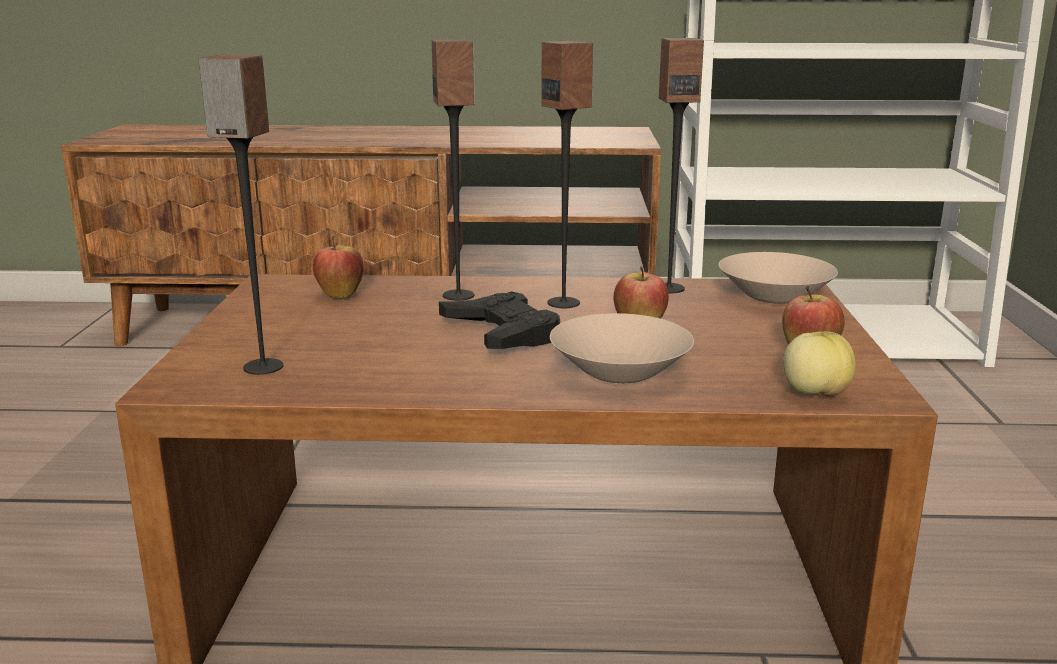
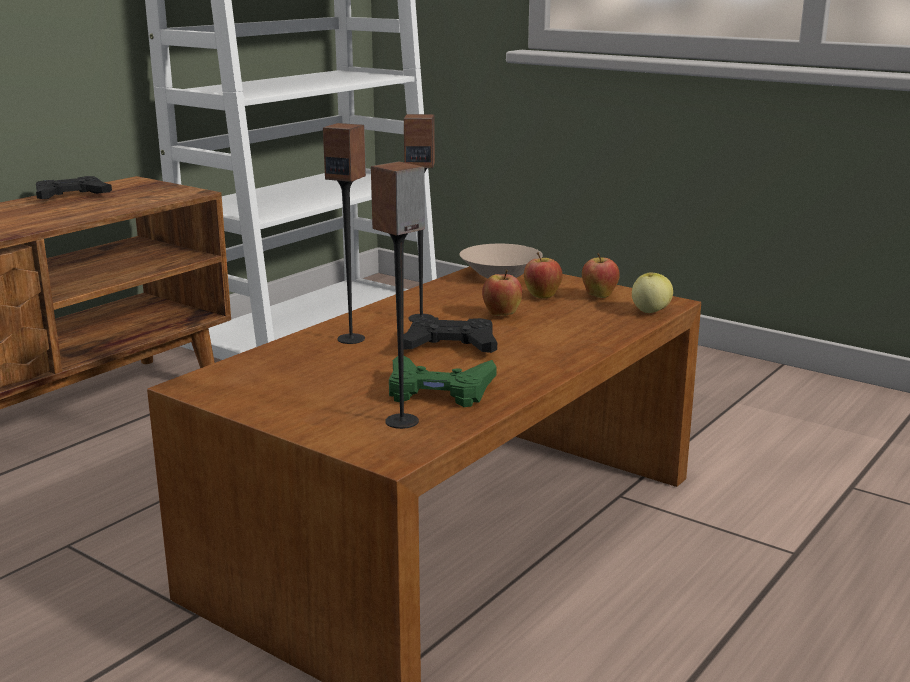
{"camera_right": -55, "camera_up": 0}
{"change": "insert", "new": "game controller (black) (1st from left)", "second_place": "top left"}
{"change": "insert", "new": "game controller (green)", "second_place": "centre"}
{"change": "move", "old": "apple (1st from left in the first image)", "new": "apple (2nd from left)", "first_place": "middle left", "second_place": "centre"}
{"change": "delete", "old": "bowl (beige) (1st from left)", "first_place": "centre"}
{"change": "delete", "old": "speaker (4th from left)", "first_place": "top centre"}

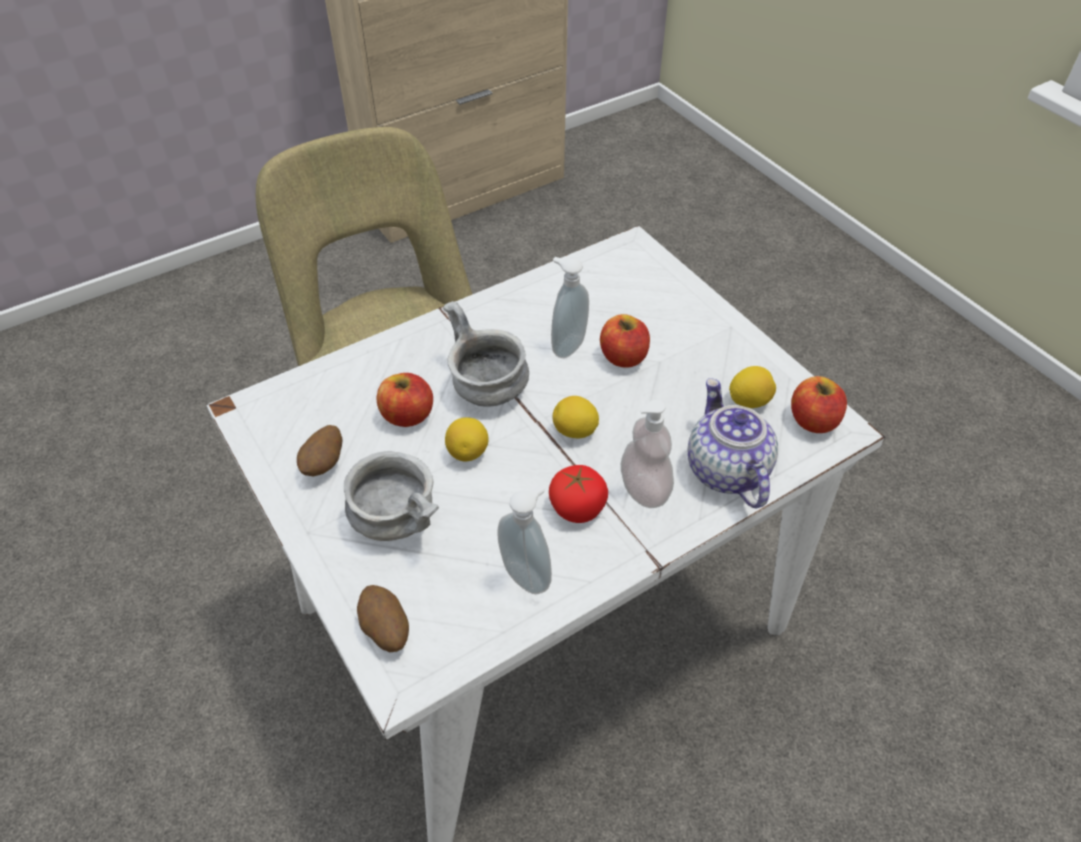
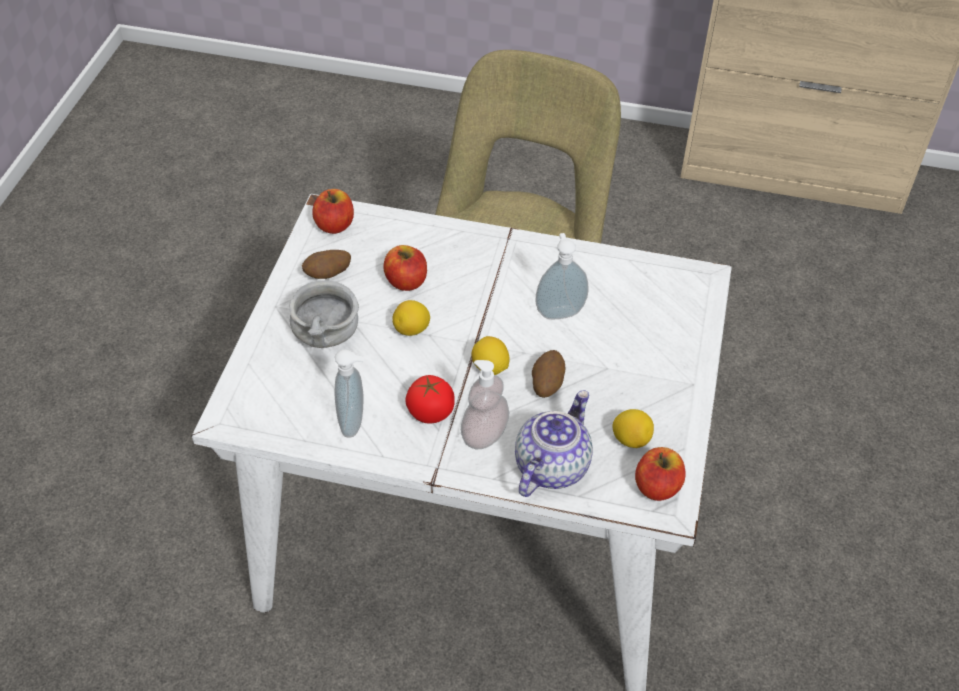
{"camera_right": 45, "camera_up": 0}
{"change": "move", "old": "apple (2nd from left in the first image)", "new": "apple (1st from left)", "first_place": "centre", "second_place": "top centre"}
{"change": "move", "old": "potato (2nd from left)", "first_place": "bottom centre", "second_place": "centre"}
{"change": "delete", "old": "bowl (grey) (2nd from left)", "first_place": "centre"}

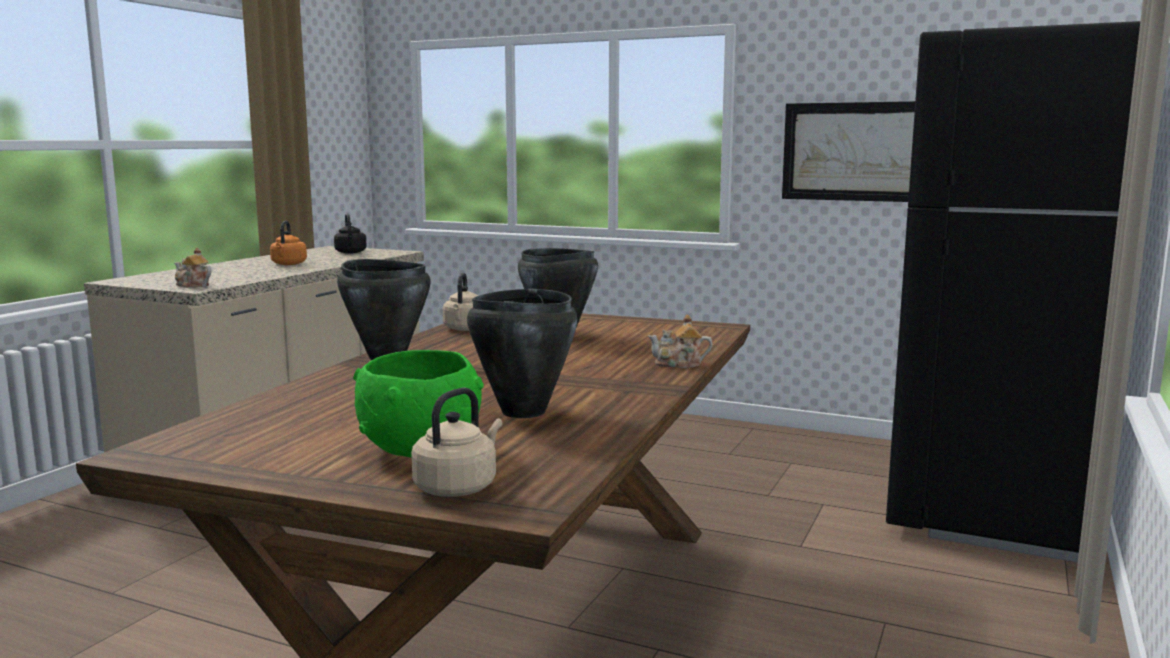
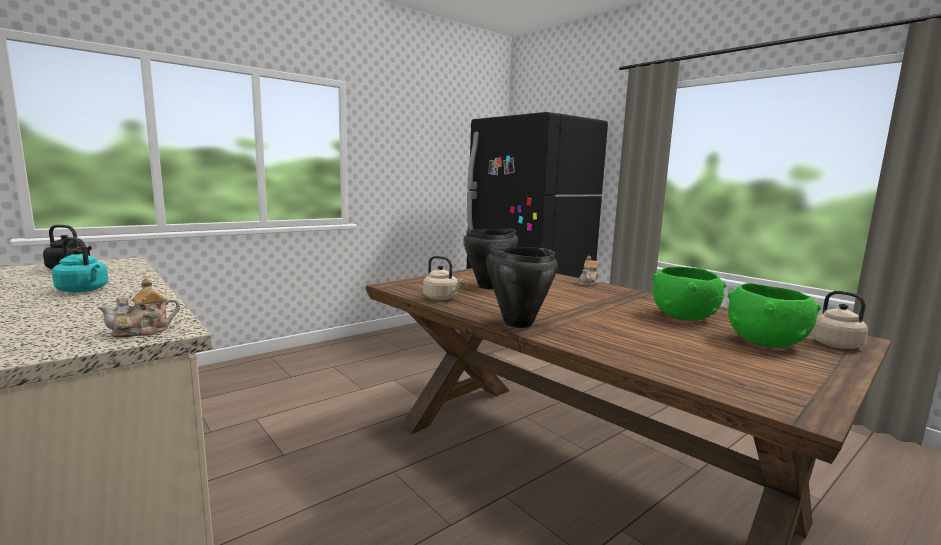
{"camera_right": -65, "camera_up": 0}
{"change": "recolor", "old": "kettle (orange)", "new": "kettle (turquoise)", "first_place": "middle left", "second_place": "middle left"}
{"change": "replace", "old": "cooking pot (black) (2nd from left)", "new": "bowl (green) (1st from left)", "first_place": "centre", "second_place": "middle right"}
{"change": "delete", "old": "picture", "first_place": "top right"}

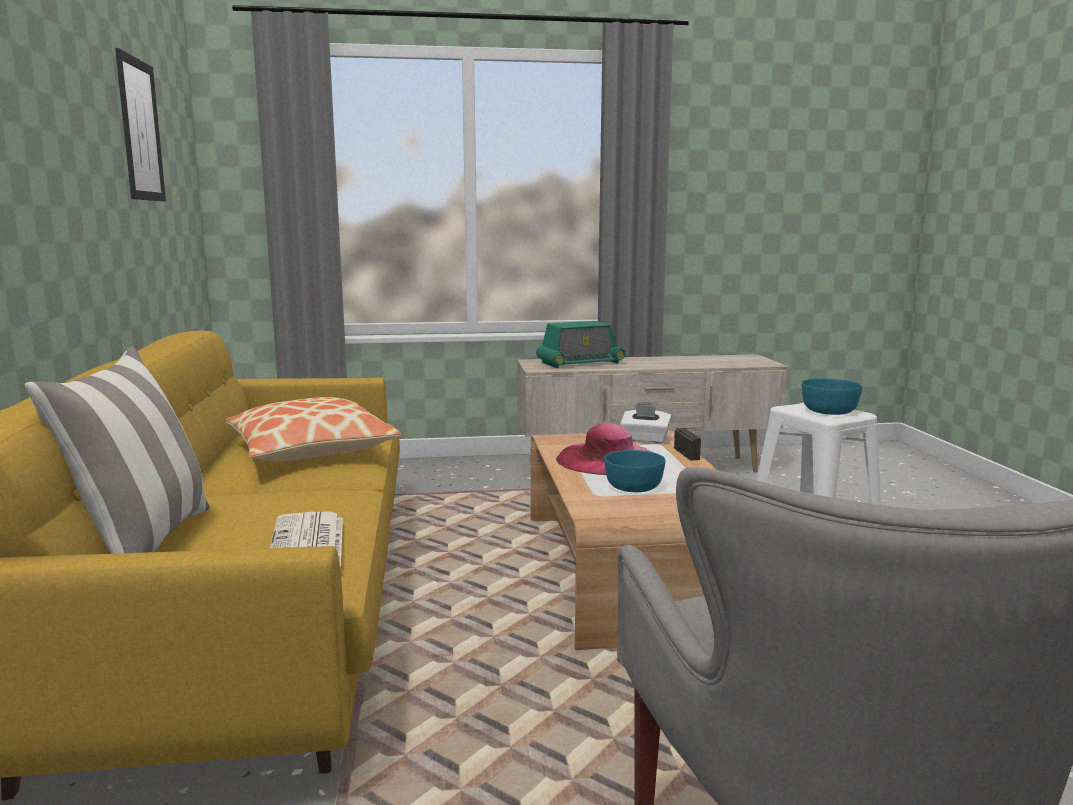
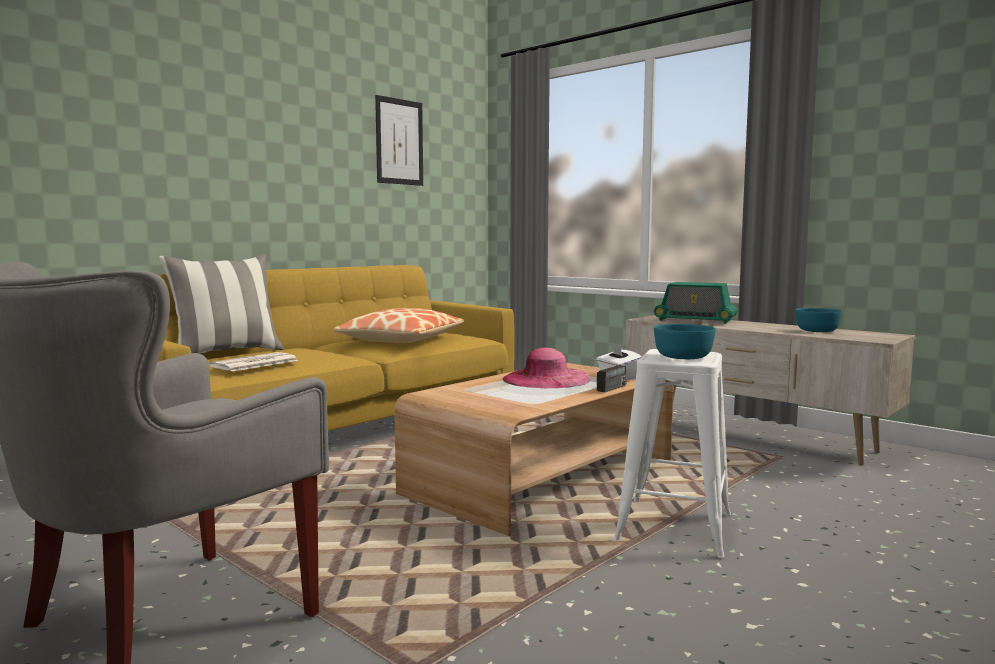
{"camera_right": 50, "camera_up": -5}
{"change": "move", "old": "bowl (turquoise) (1st from left in the first image)", "new": "bowl (turquoise) (2nd from left)", "first_place": "centre", "second_place": "middle right"}

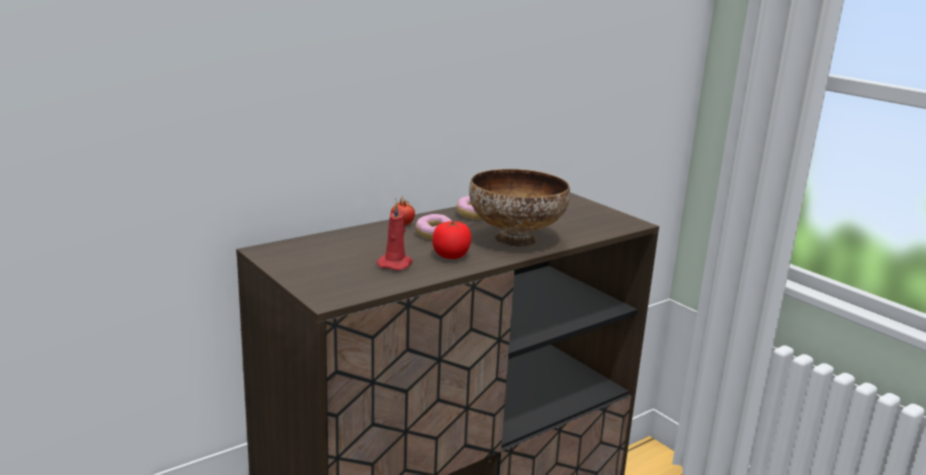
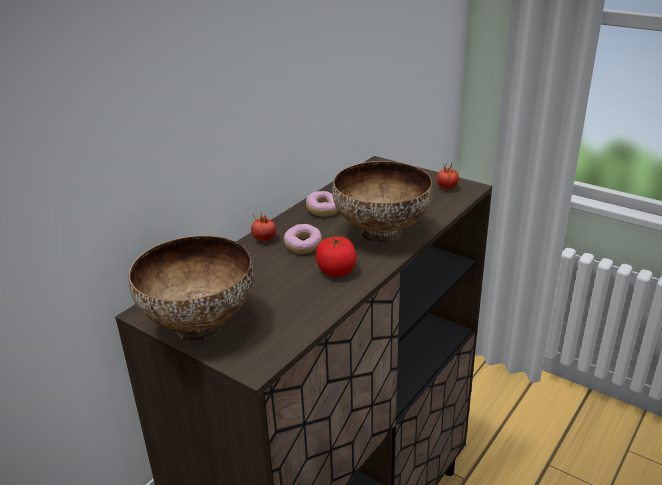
{"camera_right": -15, "camera_up": 10}
{"change": "insert", "new": "bowl (1st from left)", "second_place": "middle left"}
{"change": "insert", "new": "tomato (3rd from left)", "second_place": "middle right"}
{"change": "delete", "old": "candle (red)", "first_place": "centre"}

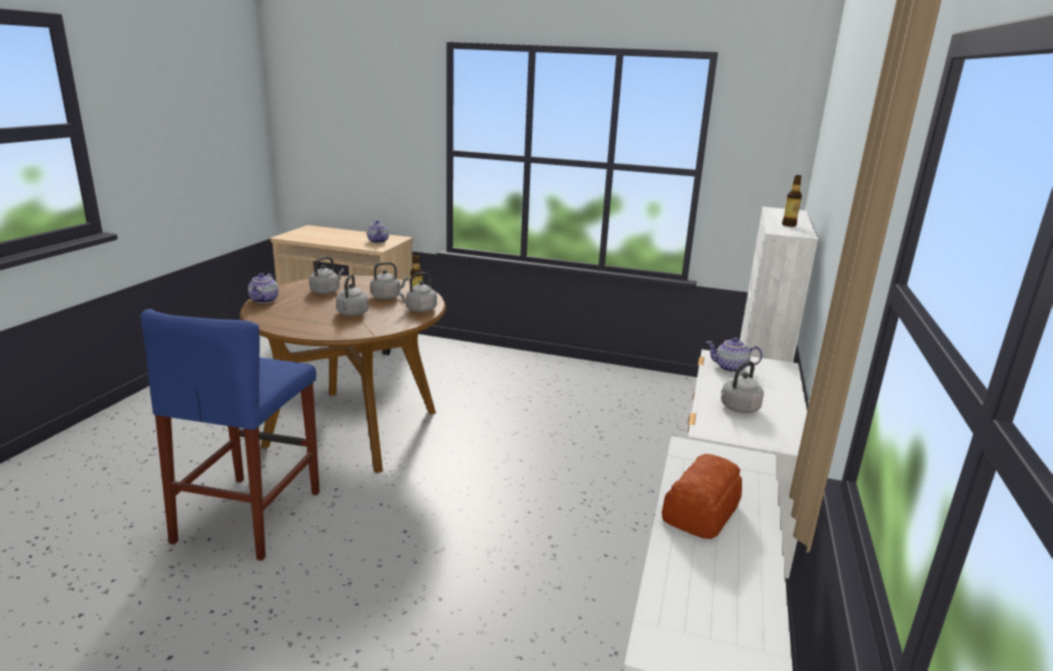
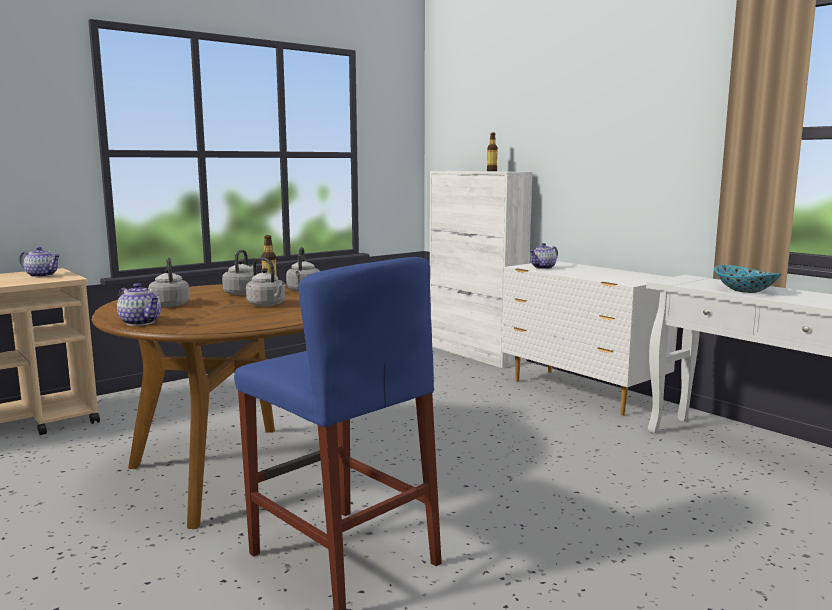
{"camera_right": -55, "camera_up": -10}
{"change": "replace", "old": "bread", "new": "bowl", "first_place": "bottom right", "second_place": "middle right"}
{"change": "delete", "old": "kettle (grey) (5th from left)", "first_place": "middle right"}

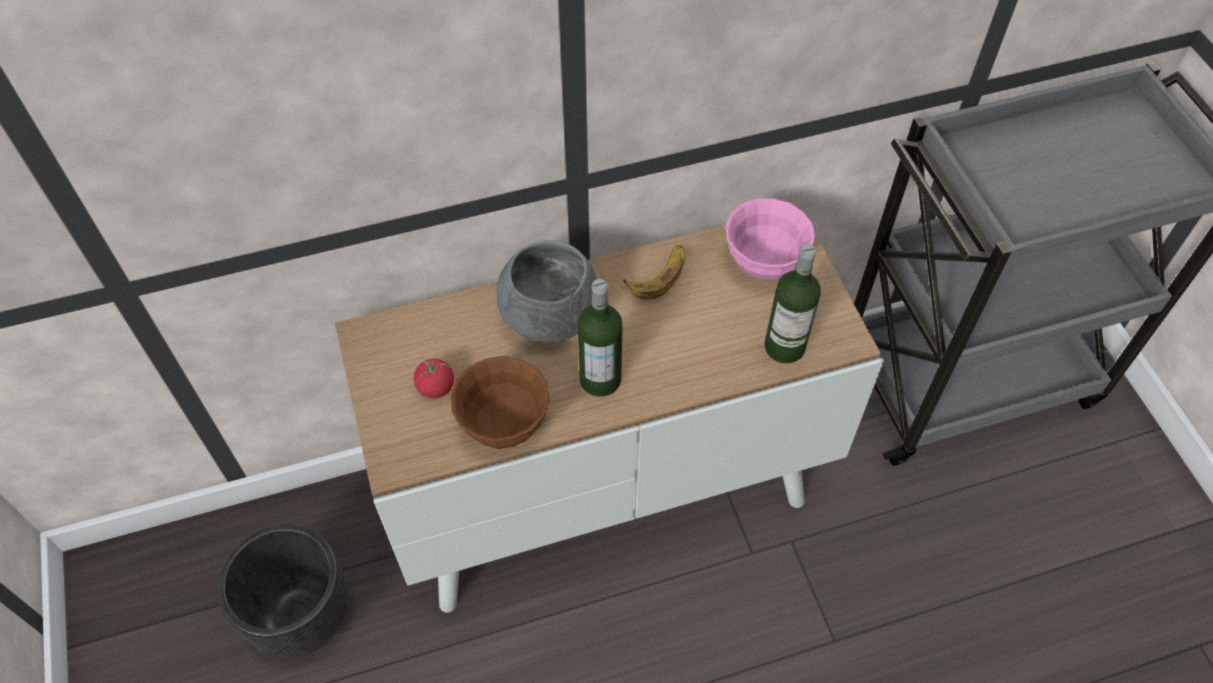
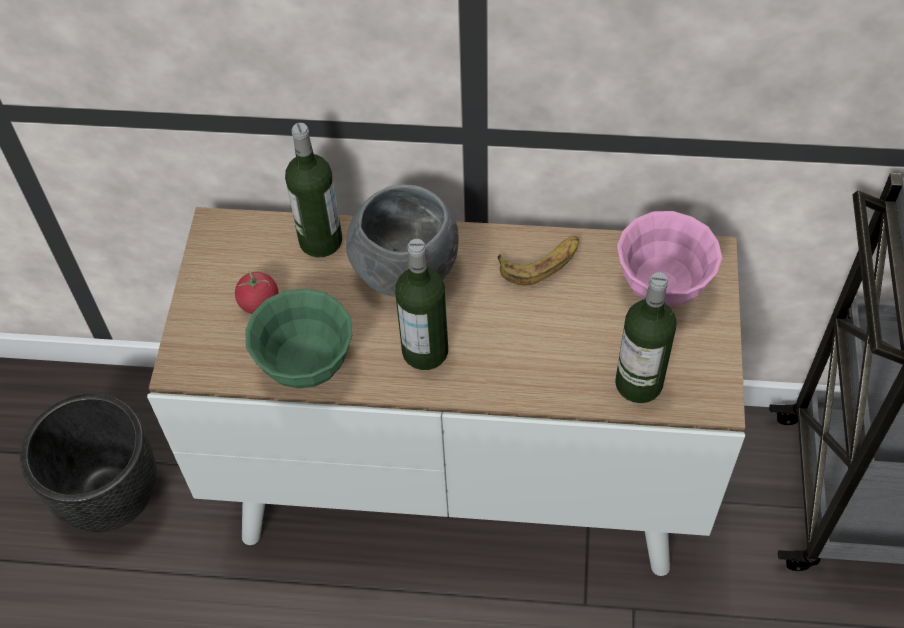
{"camera_right": 25, "camera_up": 0}
{"change": "recolor", "old": "bowl (brown)", "new": "bowl (green)", "first_place": "centre", "second_place": "middle left"}
{"change": "insert", "new": "bottle (1st from left)", "second_place": "top centre"}

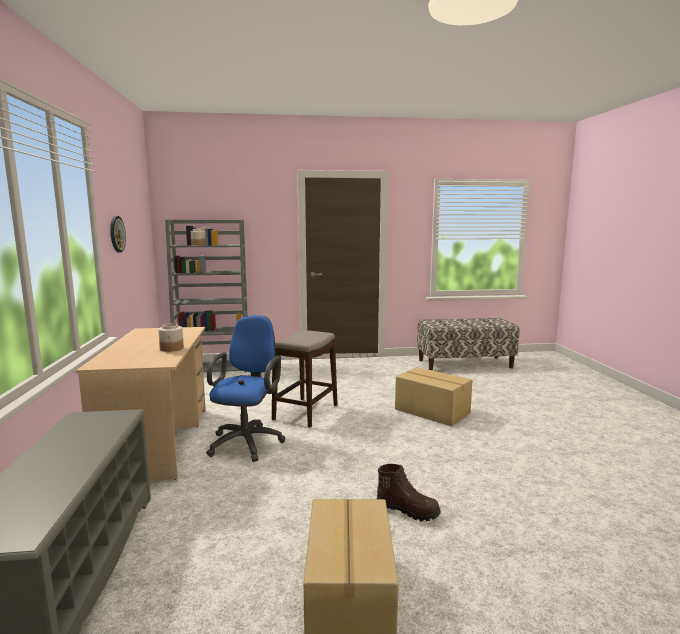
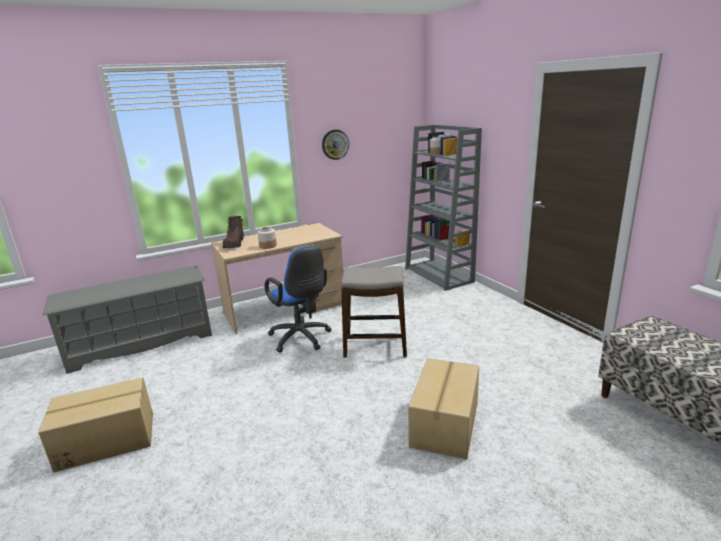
{"camera_right": 70, "camera_up": 10}
{"change": "move", "old": "boot (brown)", "first_place": "bottom centre", "second_place": "middle left"}
{"change": "rotate", "old": "office chair (blue)", "first_place": "centre", "second_place": "centre", "degrees": 60}

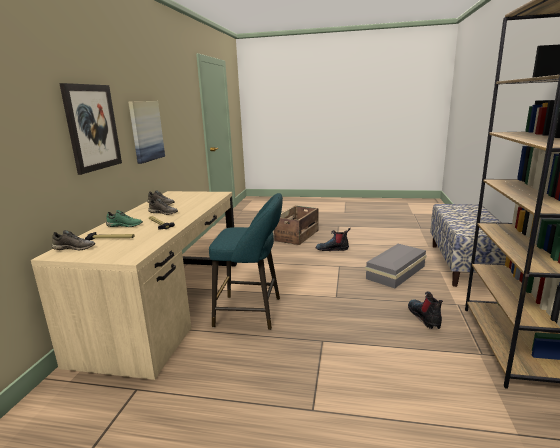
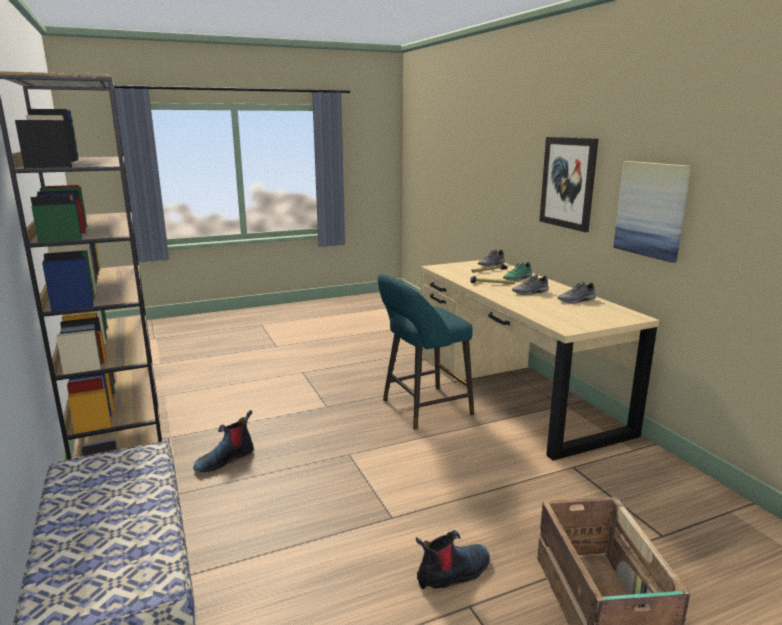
{"camera_right": 145, "camera_up": 0}
{"change": "rotate", "old": "boot (2nd from left in the first image)", "first_place": "bottom right", "second_place": "bottom left", "degrees": 90}
{"change": "delete", "old": "storage box (grey)", "first_place": "middle right"}

